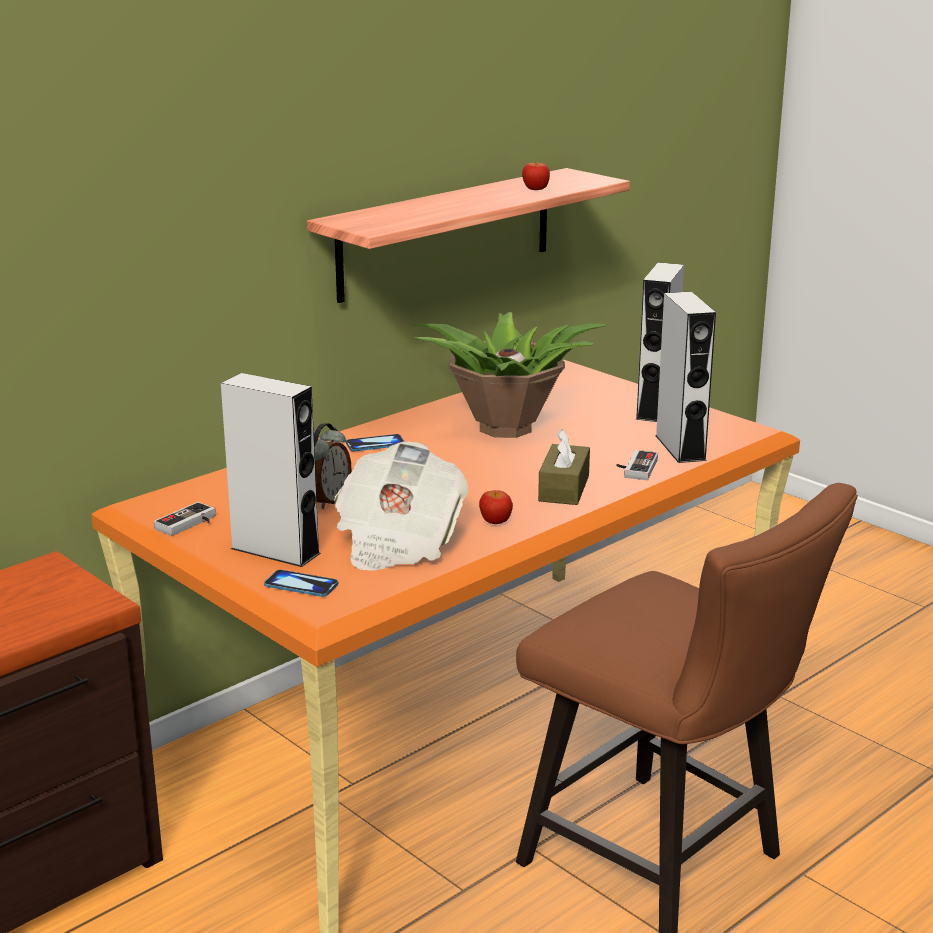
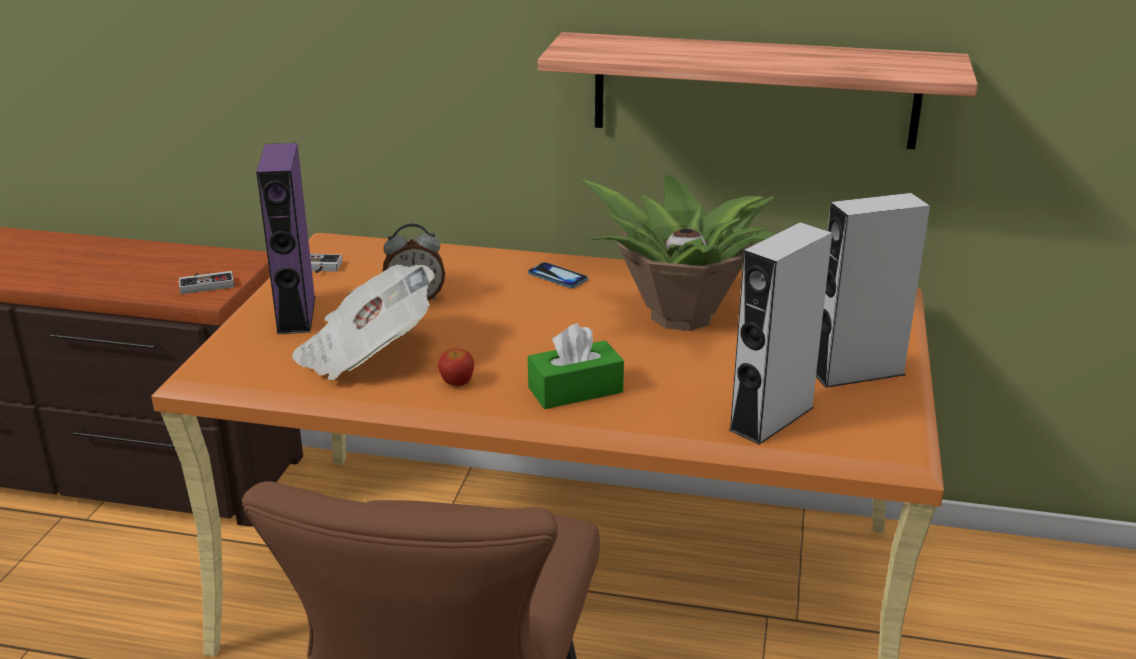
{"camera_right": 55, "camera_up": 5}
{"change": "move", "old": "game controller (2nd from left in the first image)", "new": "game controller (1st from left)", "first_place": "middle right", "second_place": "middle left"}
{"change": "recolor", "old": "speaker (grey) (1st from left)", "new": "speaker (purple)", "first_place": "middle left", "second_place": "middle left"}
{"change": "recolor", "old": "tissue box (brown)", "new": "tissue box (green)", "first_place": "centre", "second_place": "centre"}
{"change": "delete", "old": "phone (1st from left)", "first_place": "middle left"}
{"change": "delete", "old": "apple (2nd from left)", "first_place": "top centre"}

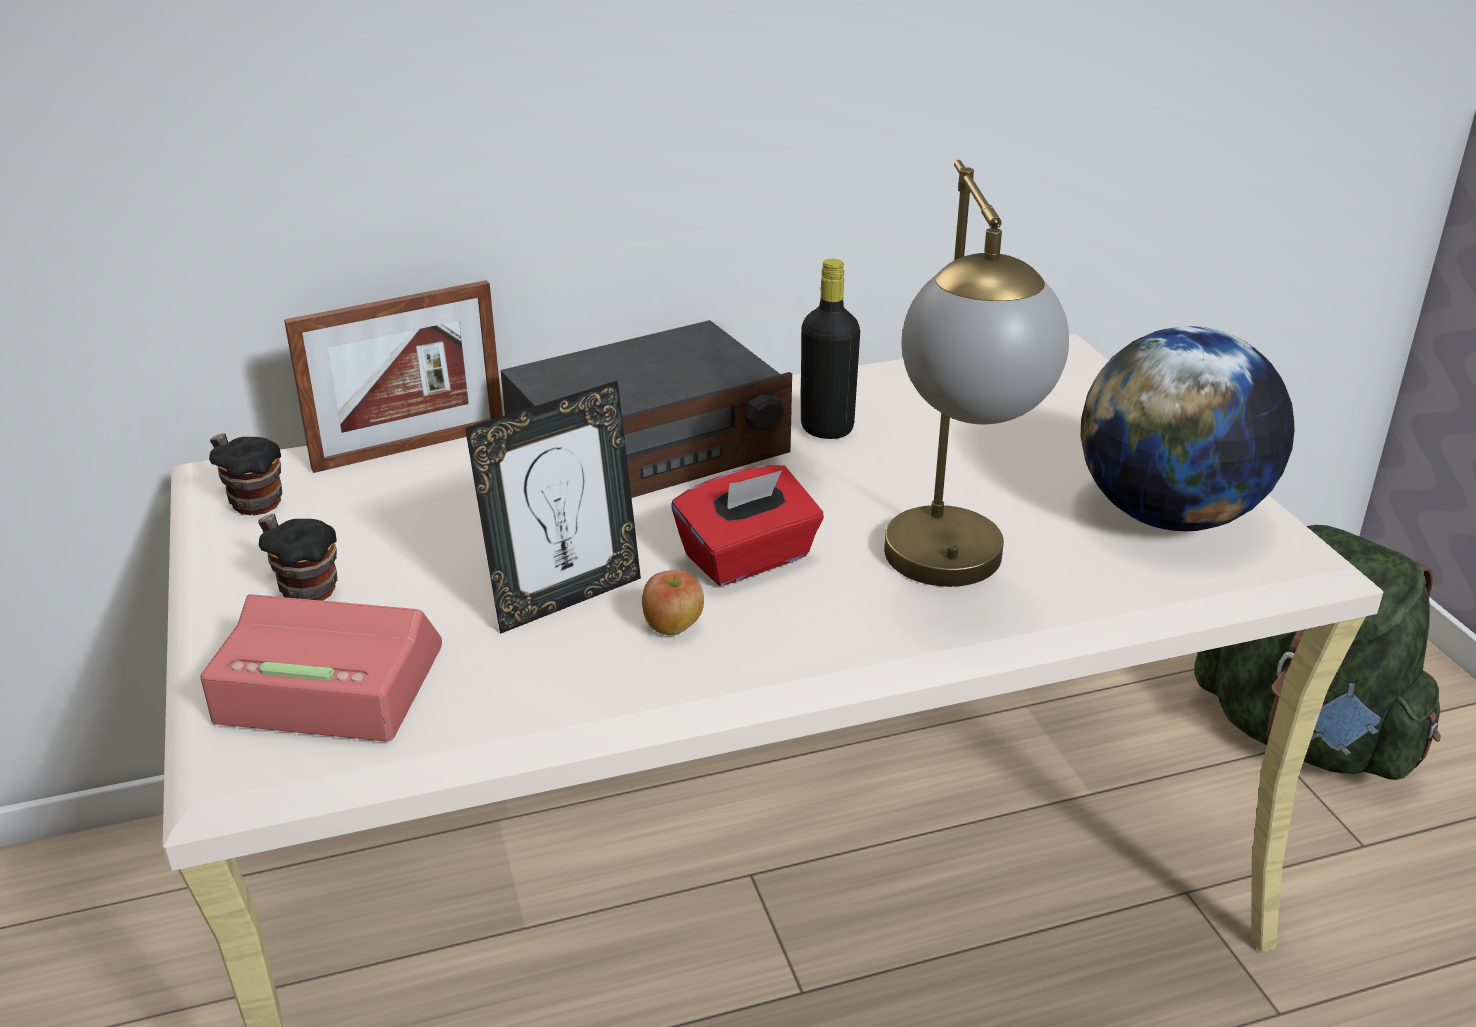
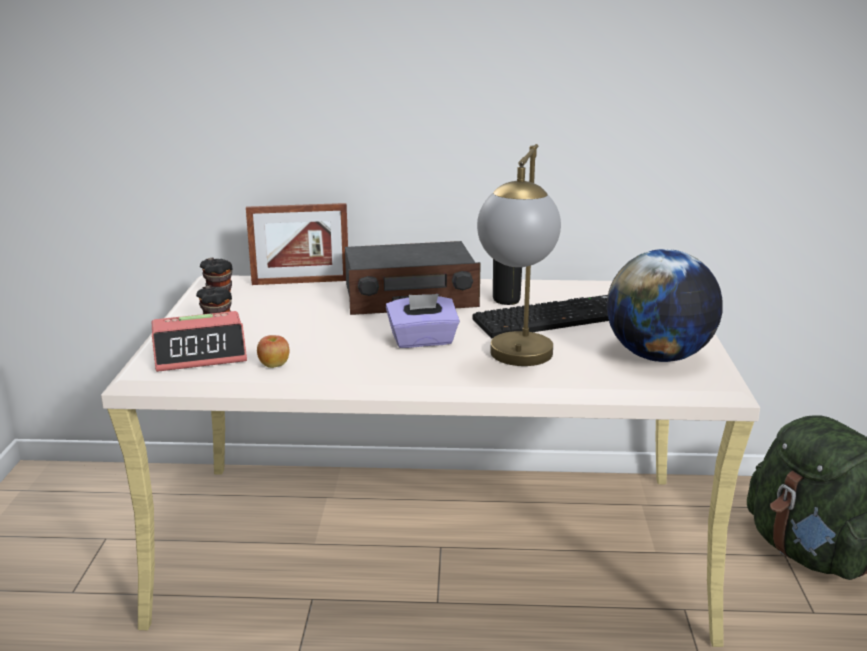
{"camera_right": 20, "camera_up": -10}
{"change": "rotate", "old": "alarm clock", "first_place": "middle left", "second_place": "middle left", "degrees": 135}
{"change": "move", "old": "apple", "first_place": "centre", "second_place": "middle left"}
{"change": "recolor", "old": "tissue box (red)", "new": "tissue box (purple)", "first_place": "centre", "second_place": "centre"}
{"change": "insert", "new": "keyboard", "second_place": "centre"}
{"change": "delete", "old": "picture frame (2nd from left)", "first_place": "centre"}

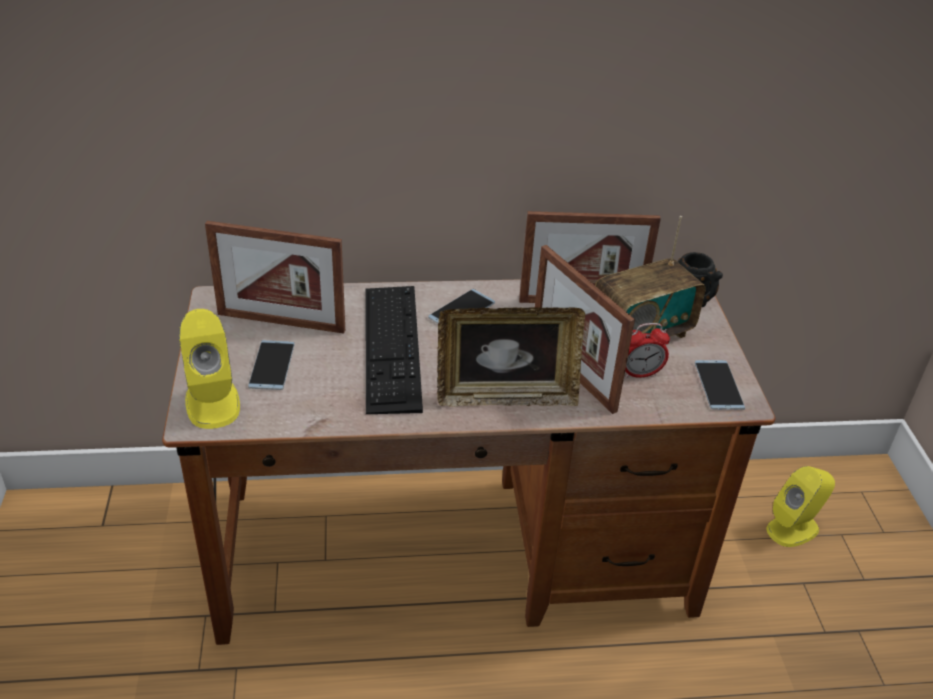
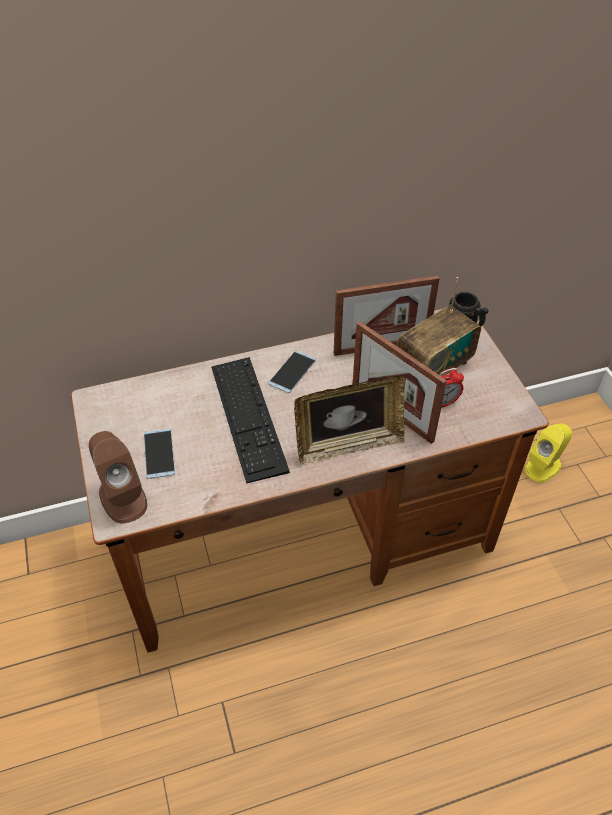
{"camera_right": -10, "camera_up": 10}
{"change": "recolor", "old": "speaker (yellow) (1st from left)", "new": "speaker (brown)", "first_place": "middle left", "second_place": "middle left"}
{"change": "delete", "old": "picture frame (1st from left)", "first_place": "middle left"}
{"change": "delete", "old": "phone (3rd from left)", "first_place": "middle right"}

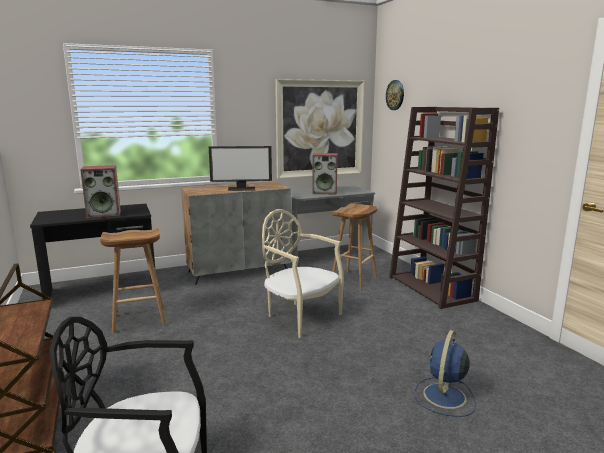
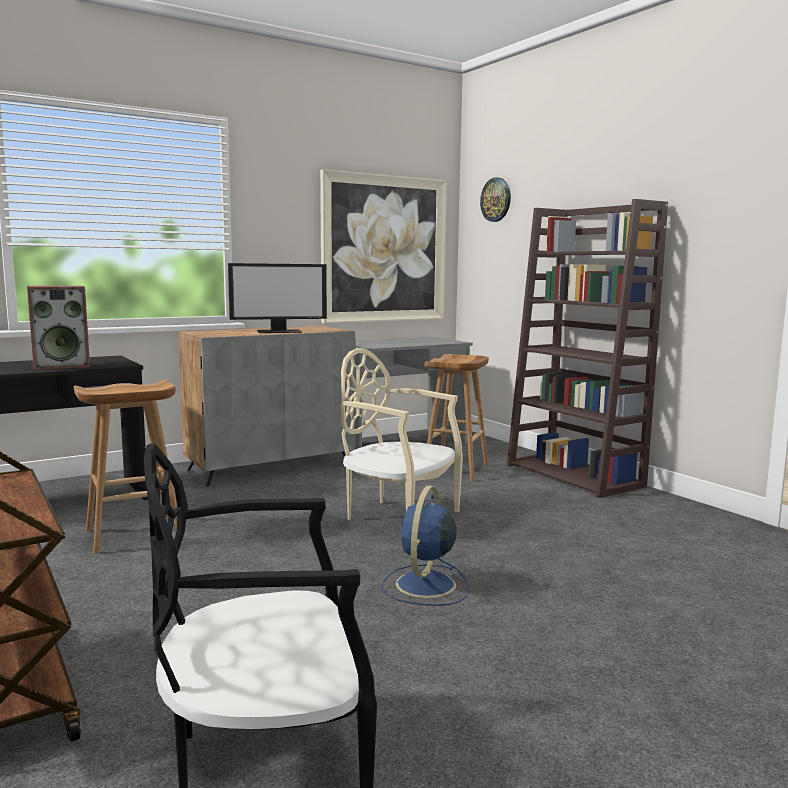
{"camera_right": -10, "camera_up": -5}
{"change": "move", "old": "fan (blue)", "first_place": "bottom right", "second_place": "bottom centre"}
{"change": "delete", "old": "speaker (2nd from left)", "first_place": "centre"}

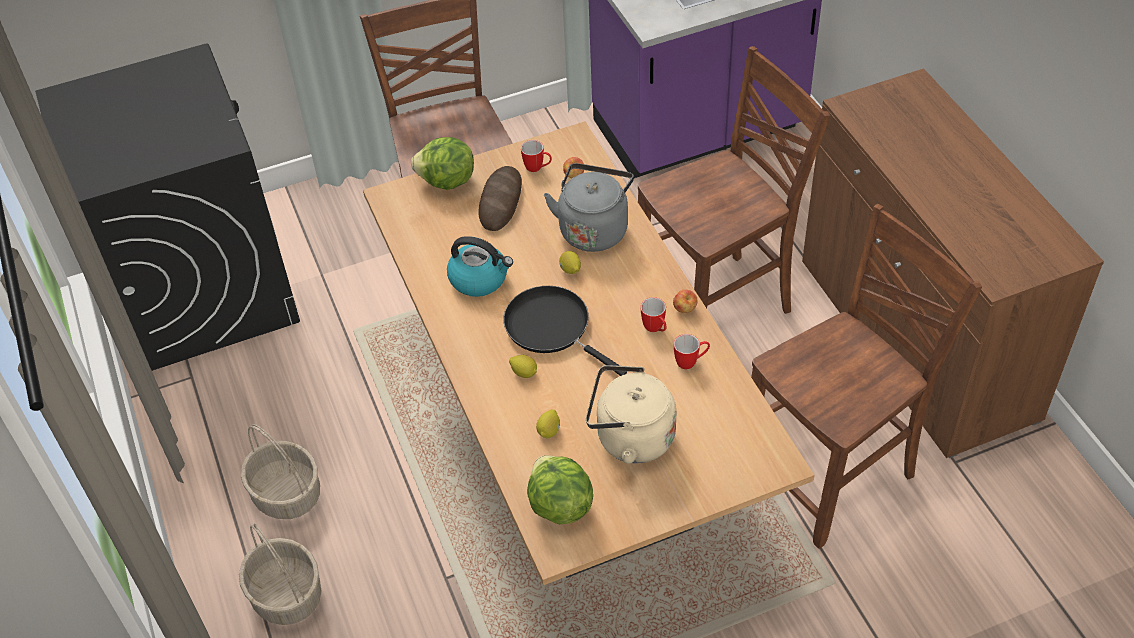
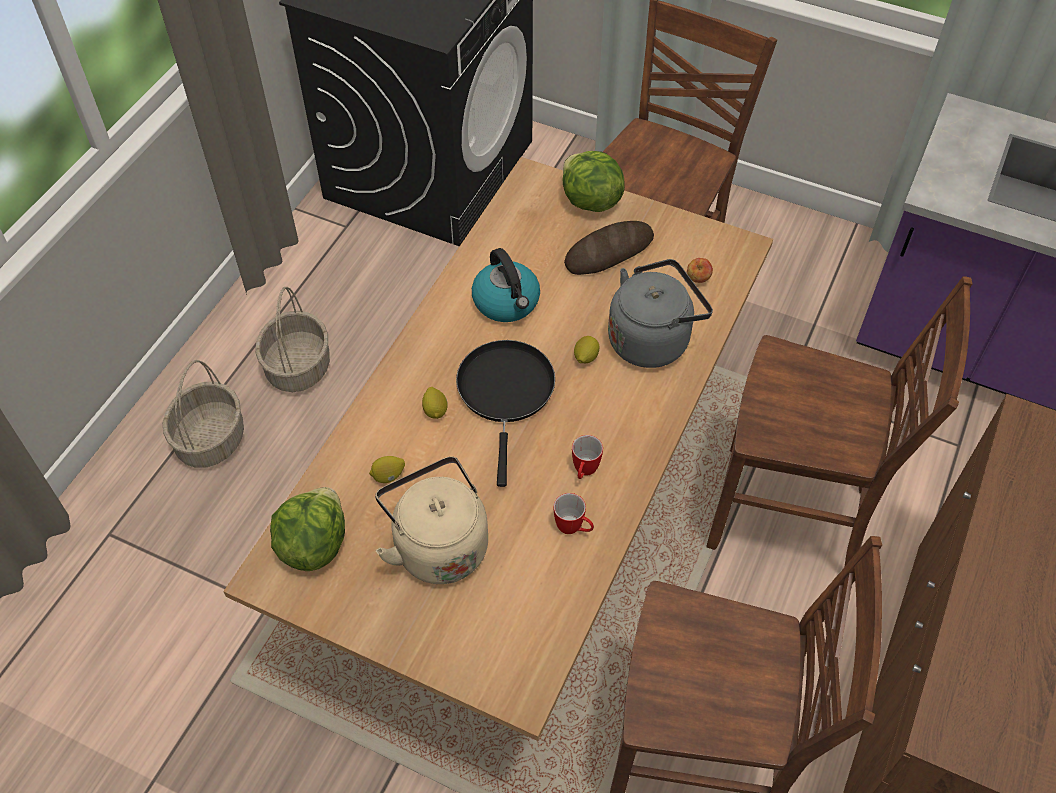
{"camera_right": 45, "camera_up": 5}
{"change": "delete", "old": "mug (1st from left)", "first_place": "top centre"}
{"change": "delete", "old": "apple (2nd from left)", "first_place": "centre"}

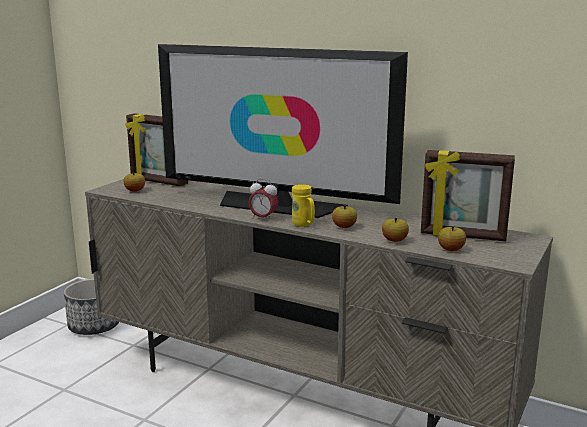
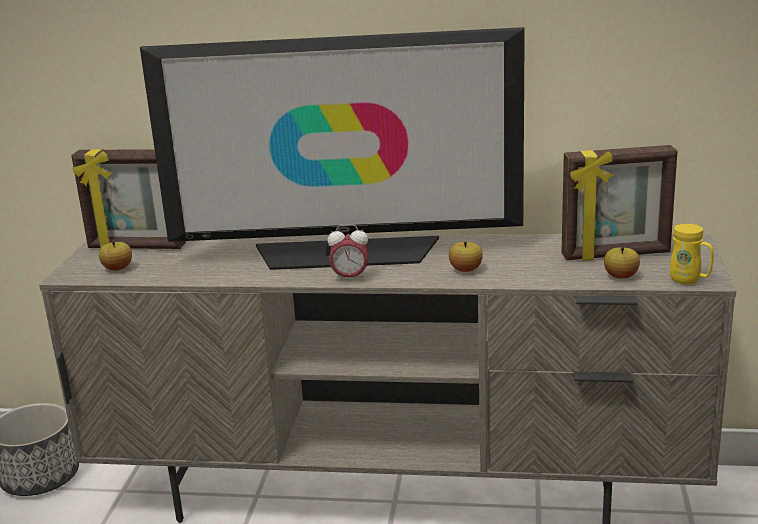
{"camera_right": -20, "camera_up": 5}
{"change": "move", "old": "mug (yellow)", "first_place": "centre", "second_place": "middle right"}
{"change": "delete", "old": "apple (3rd from left)", "first_place": "middle right"}

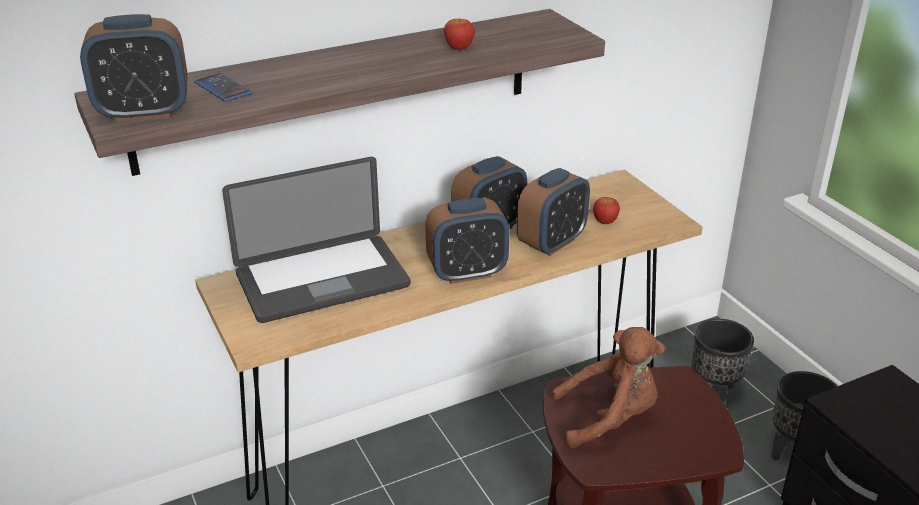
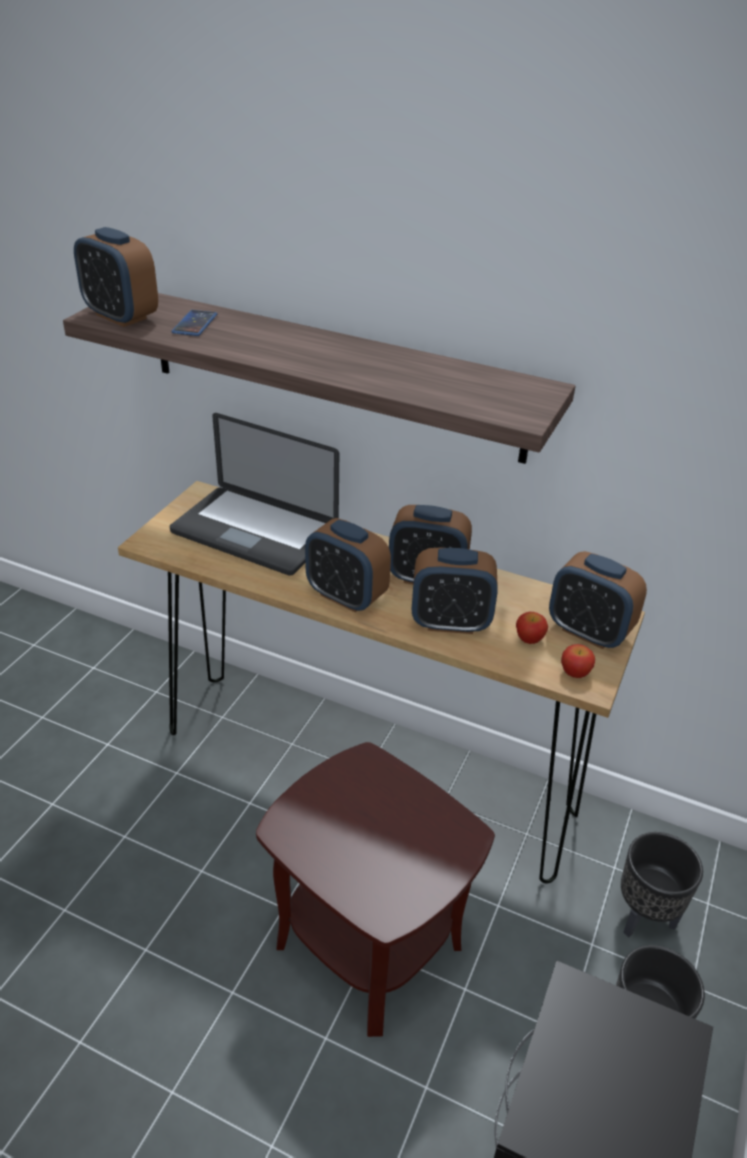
{"camera_right": 50, "camera_up": 5}
{"change": "insert", "new": "alarm clock (5th from left)", "second_place": "middle right"}
{"change": "move", "old": "apple (1st from left in the first image)", "new": "apple (2nd from left)", "first_place": "top centre", "second_place": "middle right"}
{"change": "delete", "old": "plush toy (brown)", "first_place": "bottom centre"}

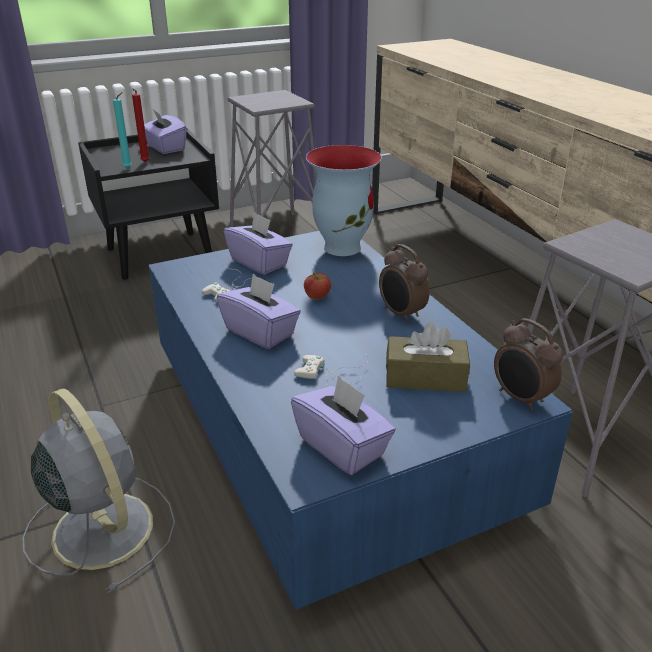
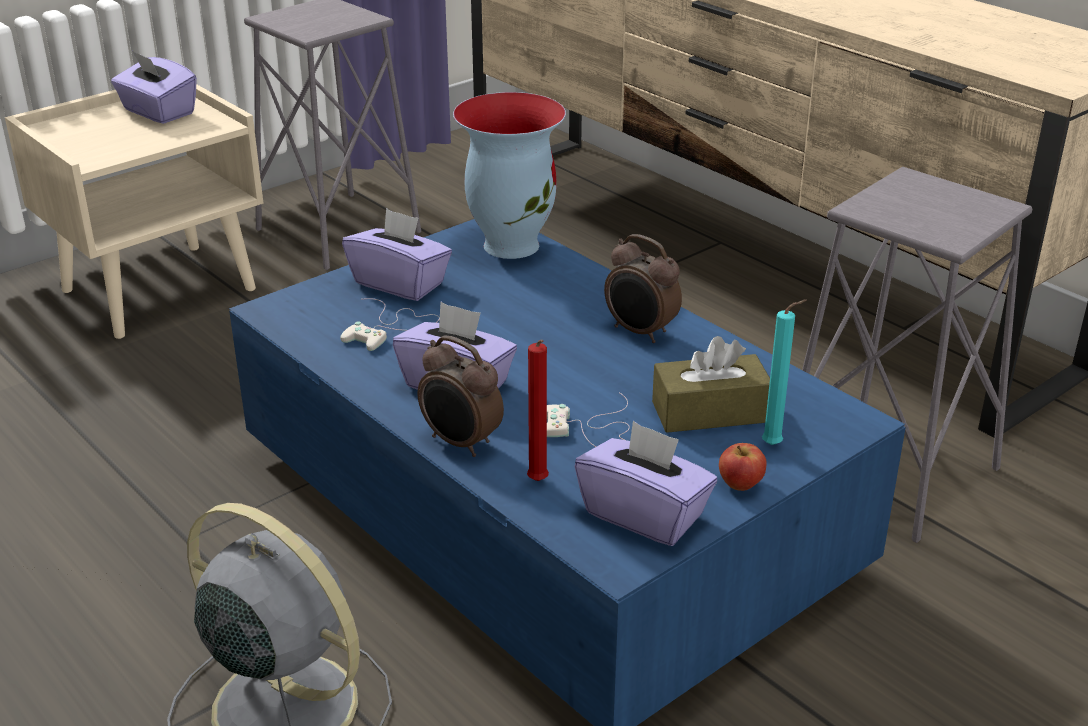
{"camera_right": -15, "camera_up": 0}
{"change": "recolor", "old": "nightstand (black)", "new": "nightstand (beige)", "first_place": "top left", "second_place": "top left"}
{"change": "move", "old": "alarm clock (2nd from left in the first image)", "new": "alarm clock (1st from left)", "first_place": "middle right", "second_place": "centre"}
{"change": "move", "old": "candle (red)", "first_place": "top left", "second_place": "centre"}
{"change": "move", "old": "apple", "first_place": "centre", "second_place": "middle right"}
{"change": "move", "old": "candle (turquoise)", "first_place": "top left", "second_place": "middle right"}

